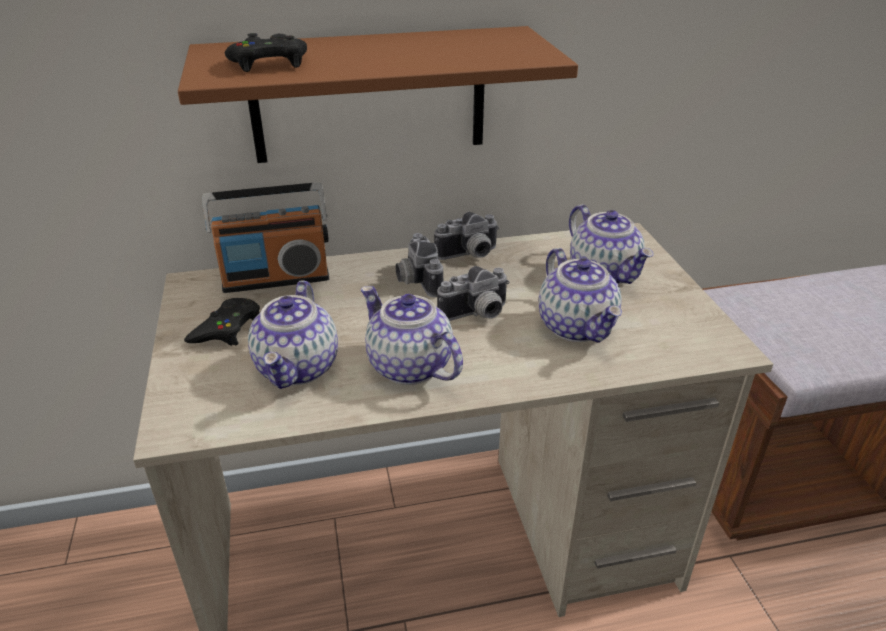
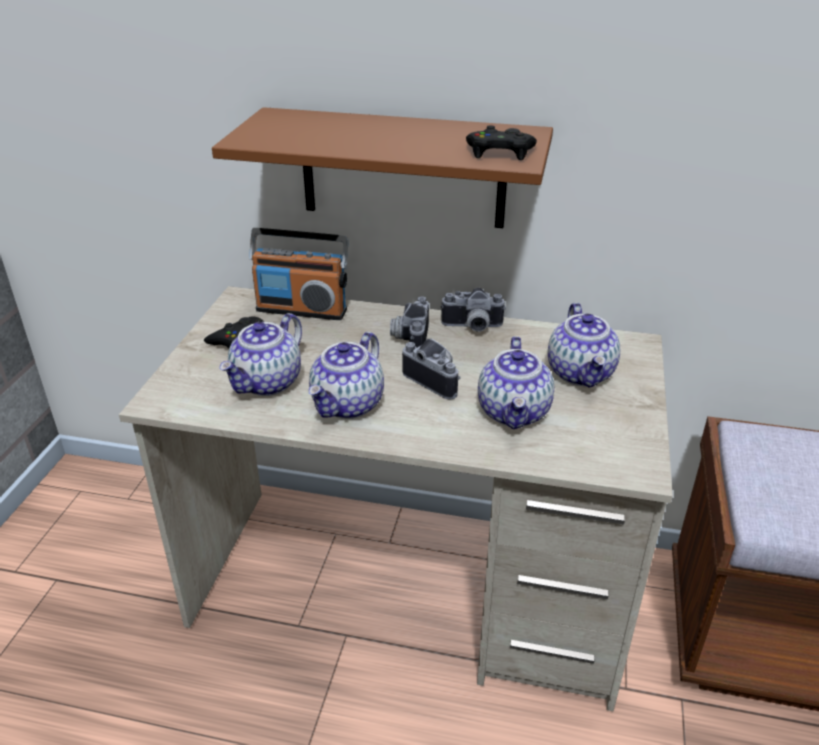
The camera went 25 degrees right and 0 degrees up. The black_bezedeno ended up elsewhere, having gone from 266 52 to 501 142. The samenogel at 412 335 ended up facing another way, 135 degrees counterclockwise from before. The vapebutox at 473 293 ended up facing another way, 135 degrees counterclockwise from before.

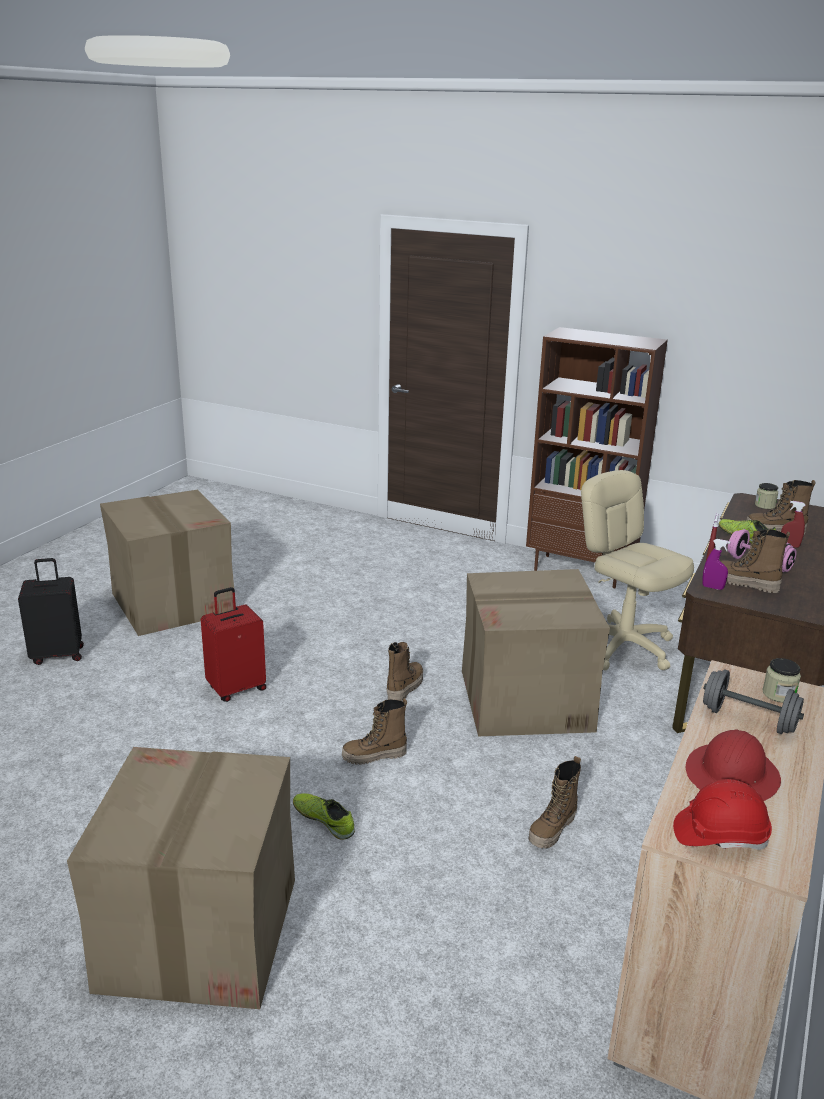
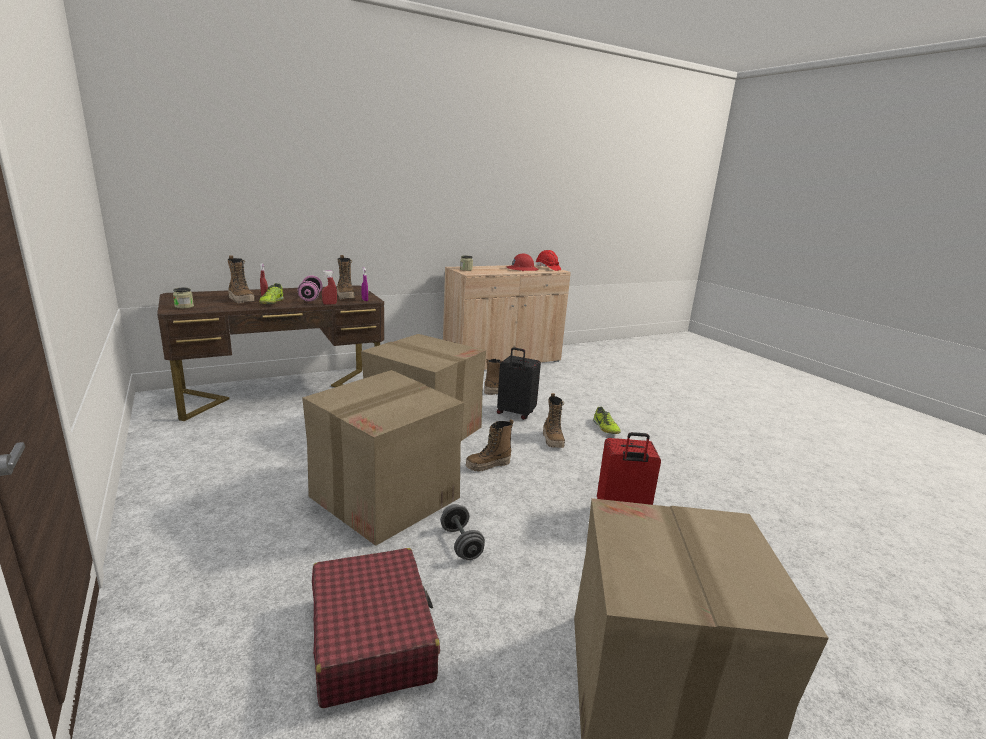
The camera went 145 degrees left and 5 degrees down. The second view lost the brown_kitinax at 597 457. The second view lost the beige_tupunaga at 637 570. The second view gained the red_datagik at 376 628. The black_datagik ended up elsewhere, having gone from 51 611 to 519 383. The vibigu ended up elsewhere, having gone from 181 878 to 383 458. The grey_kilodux ended up elsewhere, having gone from 753 701 to 463 532. The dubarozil at 374 731 ended up facing another way, 60 degrees clockwise from before.

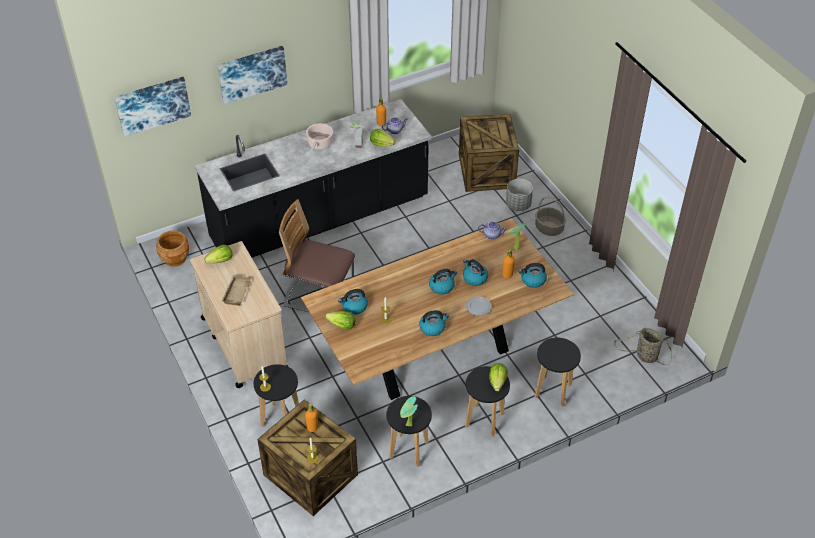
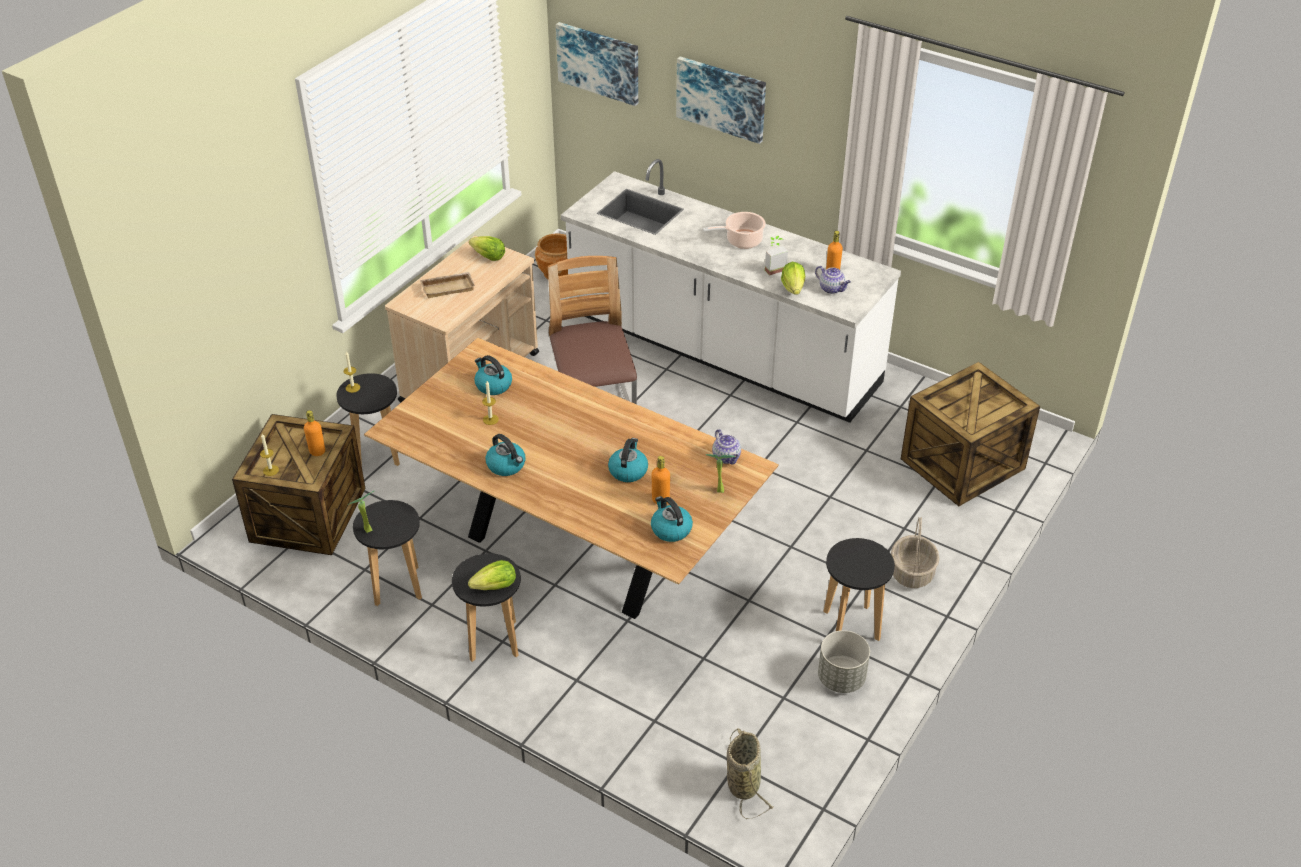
The camera went 60 degrees right and 5 degrees down. The second view lost the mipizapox at 340 320. The second view lost the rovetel at 443 281. The second view lost the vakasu at 478 306. The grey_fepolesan ended up elsewhere, having gone from 519 195 to 844 661. The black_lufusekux ended up elsewhere, having gone from 558 372 to 859 589. What was the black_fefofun at 313 178 turned into the white_fefofun at 731 291.

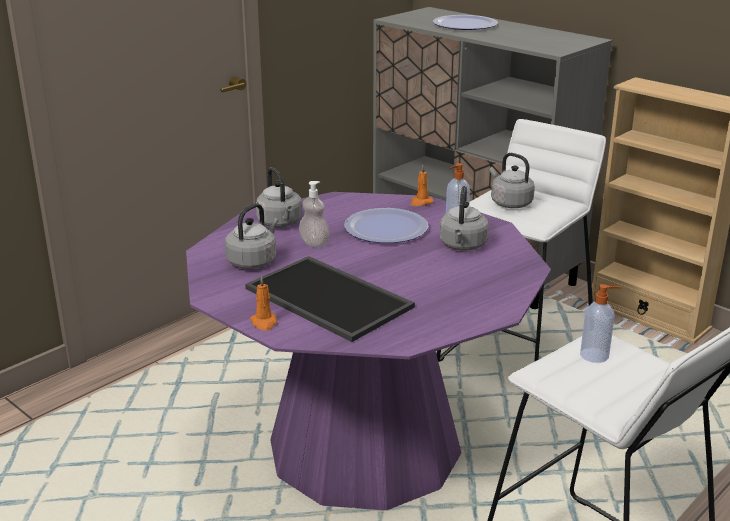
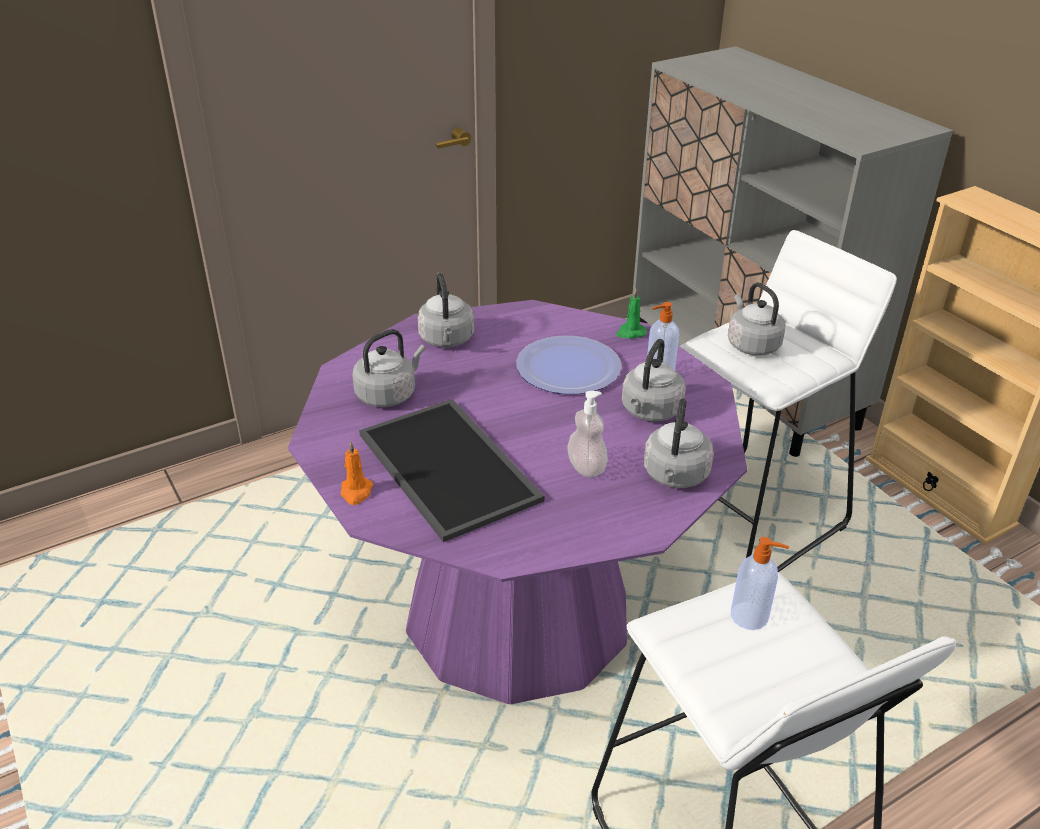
The camera went 15 degrees right and 10 degrees up. The second view lost the vakasu at 465 22. The second view gained the grey_rovetel at 679 443. The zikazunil ended up elsewhere, having gone from 314 214 to 587 434. What was the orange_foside at 421 185 turned into the green_foside at 631 313.

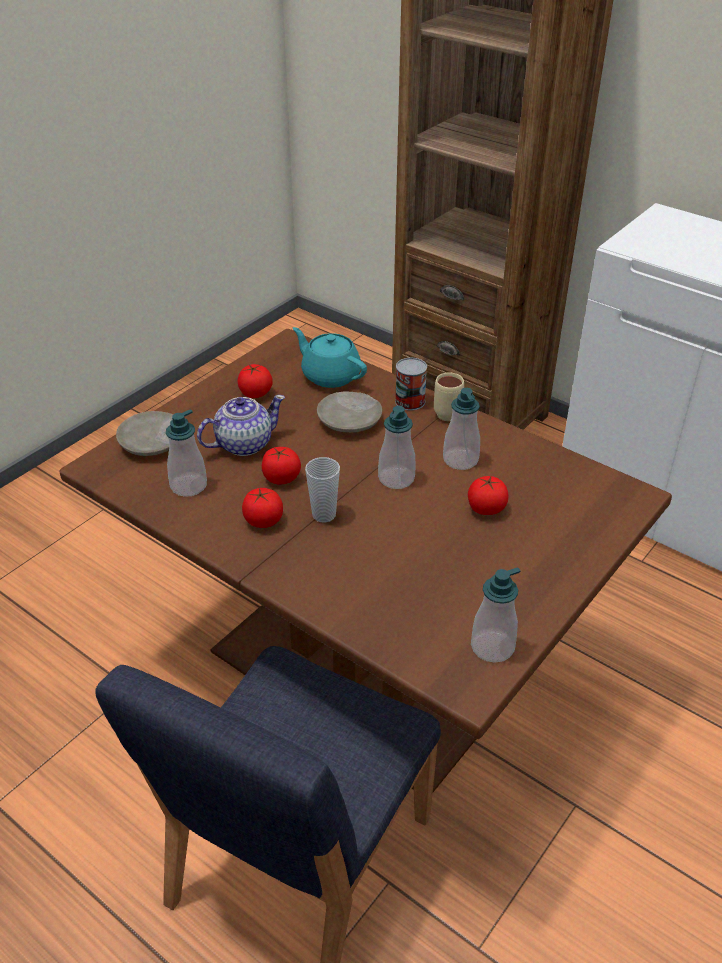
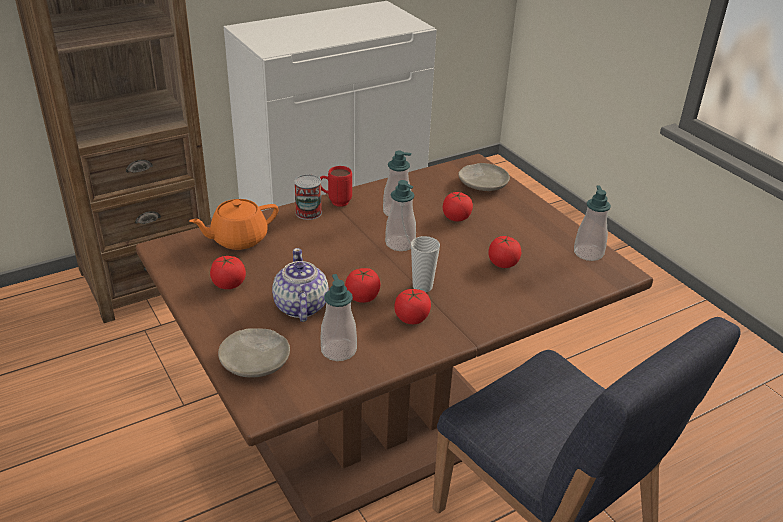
The camera went 70 degrees left and 5 degrees down. The second view gained the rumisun at 504 252. The beige_vakasu ended up elsewhere, having gone from 349 412 to 484 177. What was the turquoise_samenogel at 329 357 turned into the orange_samenogel at 233 224. What was the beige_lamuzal at 449 397 turned into the red_lamuzal at 336 186.

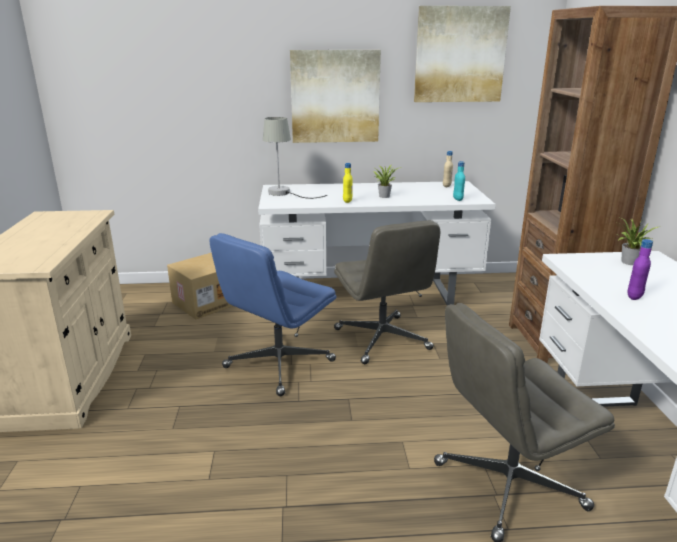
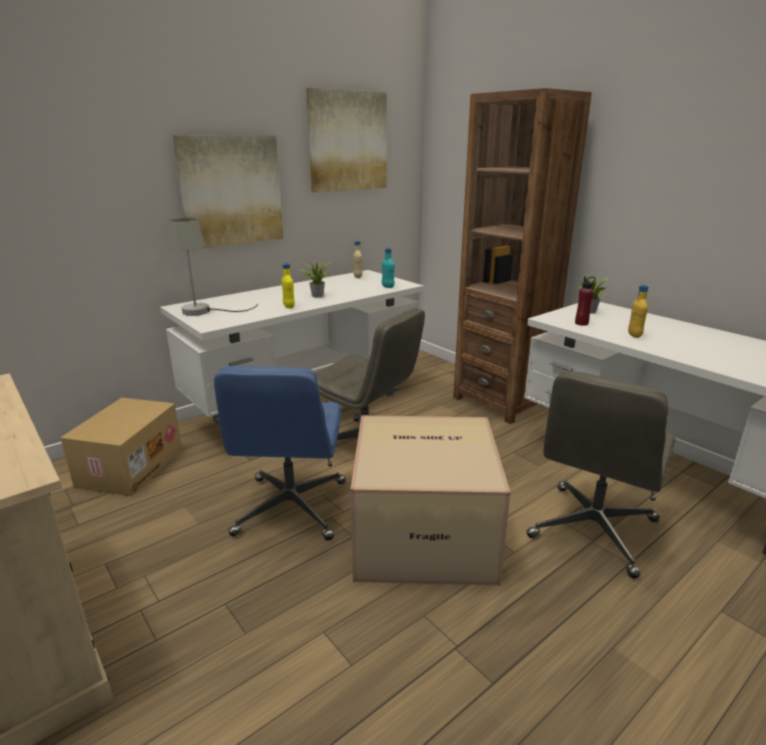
The camera went 35 degrees left and 0 degrees up. The second view gained the vibigu at 430 500. The second view gained the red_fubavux at 585 301. What was the purple_fubavux at 640 269 turned into the yellow_fubavux at 638 311.

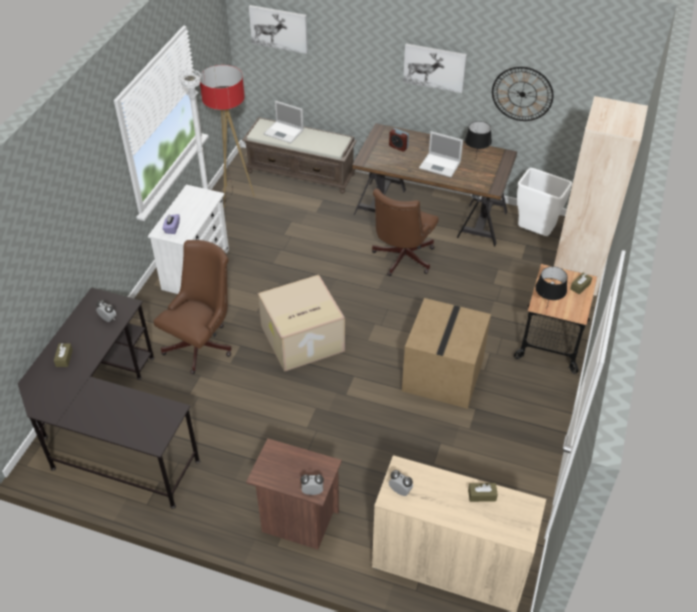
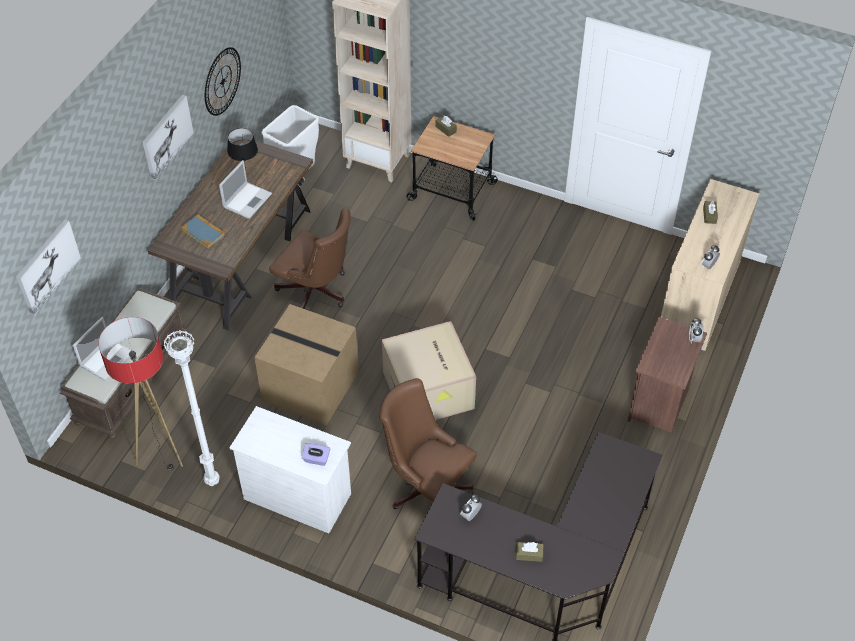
The camera went 85 degrees left and 5 degrees up. The second view lost the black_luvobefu at 551 287. The vibigu ended up elsewhere, having gone from 446 353 to 306 365. Where the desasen stood at 399 140, the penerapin came to stand at 203 231.

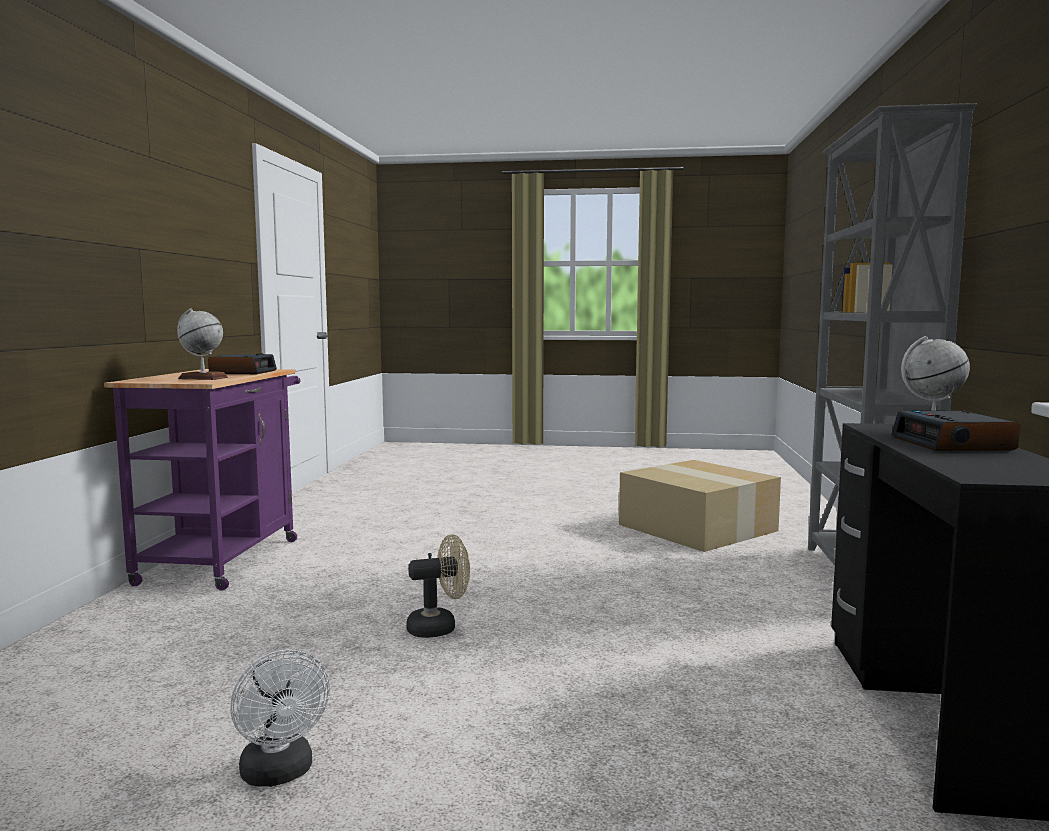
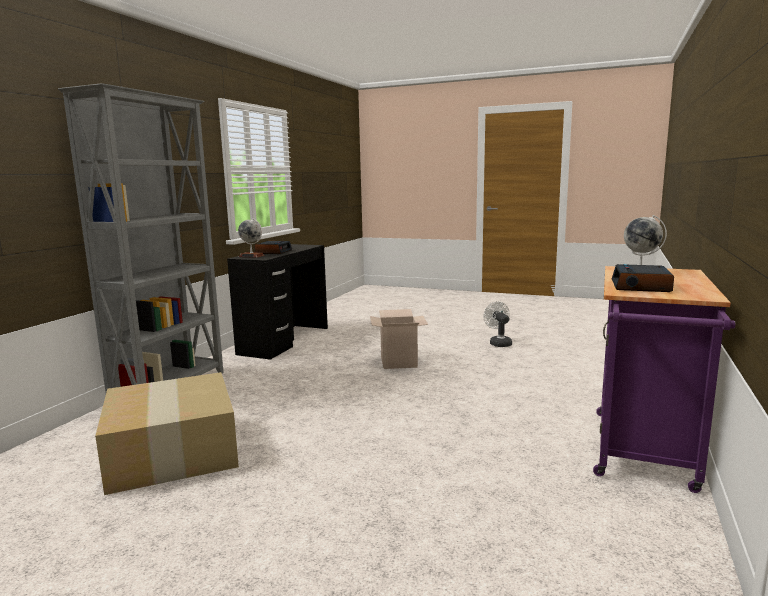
The camera went 165 degrees left and 5 degrees up. The second view lost the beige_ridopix at 438 586. The second view gained the vibigu at 399 339.

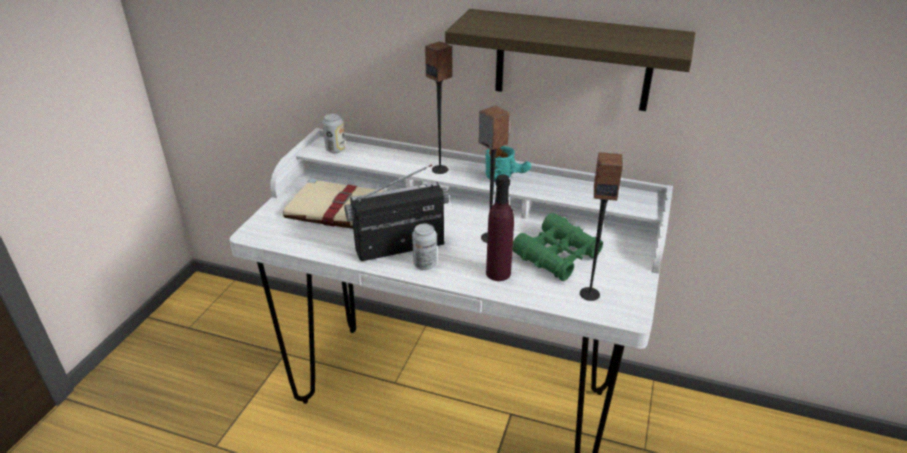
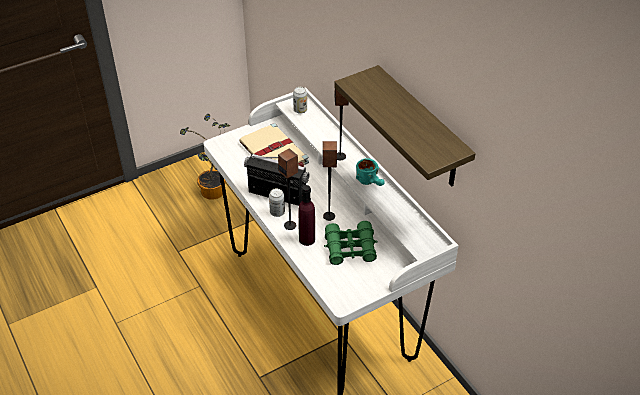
The camera went 40 degrees right and 10 degrees up. The second view gained the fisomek at 205 157. The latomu ended up elsewhere, having gone from 601 226 to 288 189.

